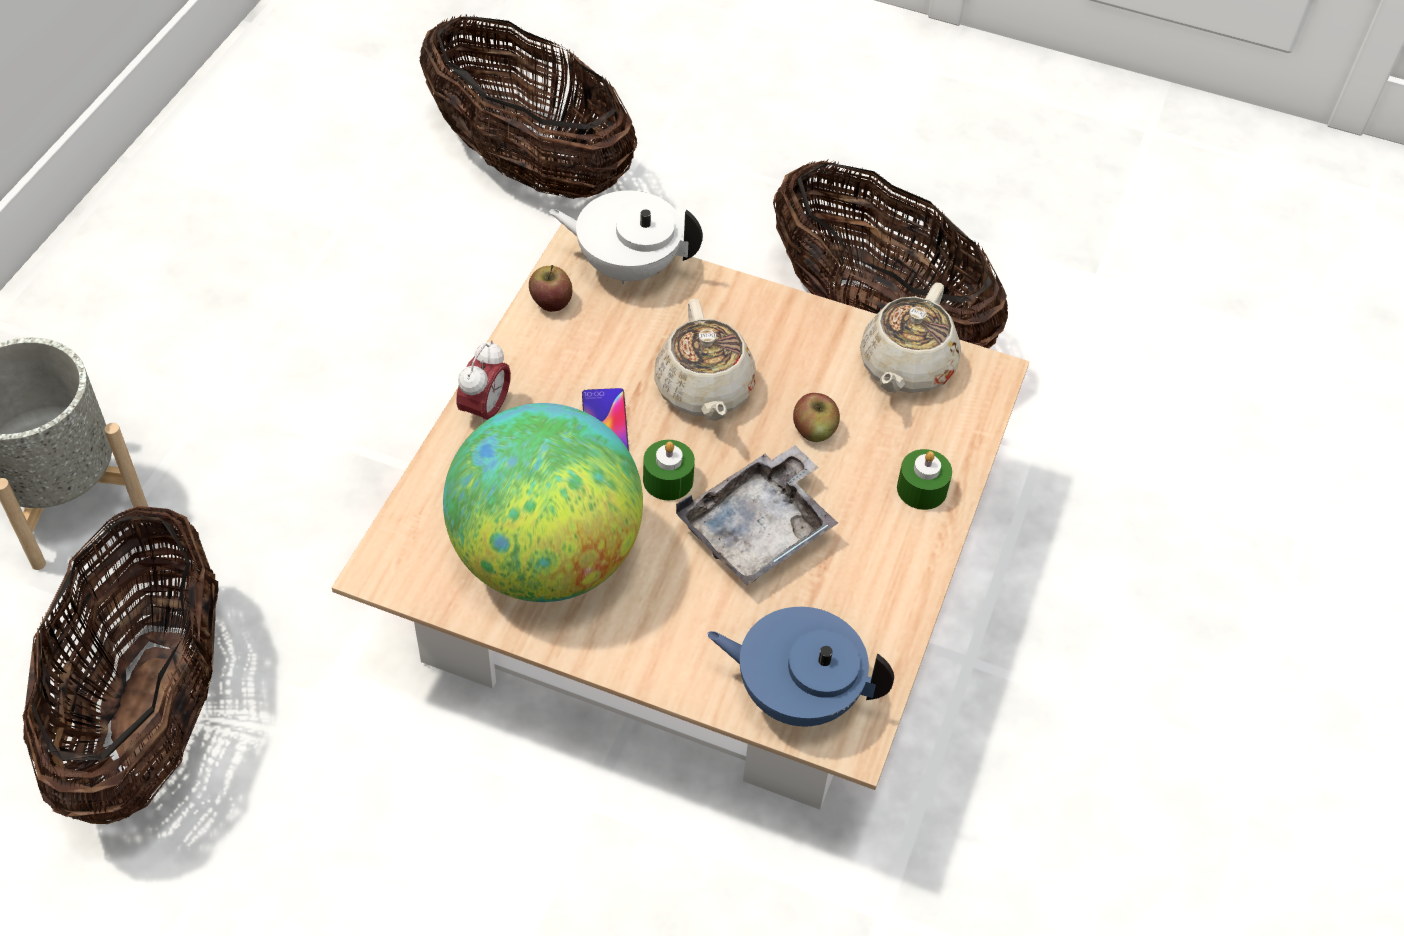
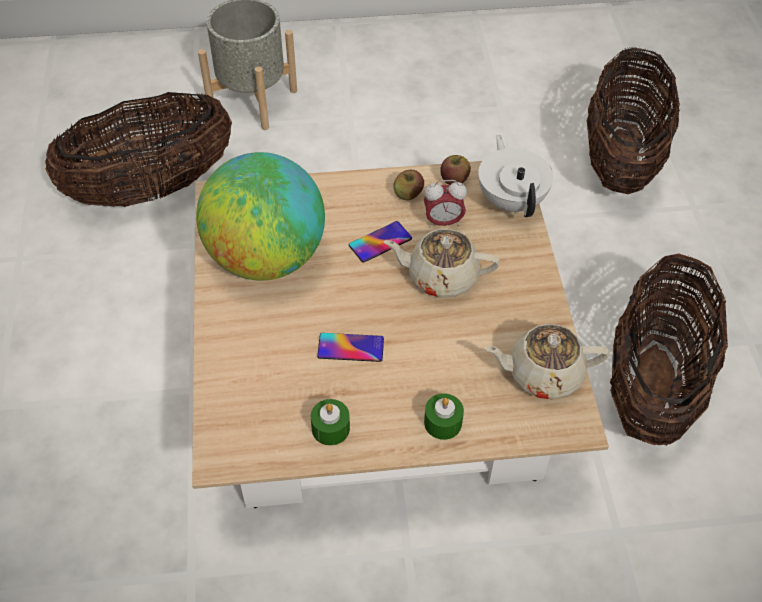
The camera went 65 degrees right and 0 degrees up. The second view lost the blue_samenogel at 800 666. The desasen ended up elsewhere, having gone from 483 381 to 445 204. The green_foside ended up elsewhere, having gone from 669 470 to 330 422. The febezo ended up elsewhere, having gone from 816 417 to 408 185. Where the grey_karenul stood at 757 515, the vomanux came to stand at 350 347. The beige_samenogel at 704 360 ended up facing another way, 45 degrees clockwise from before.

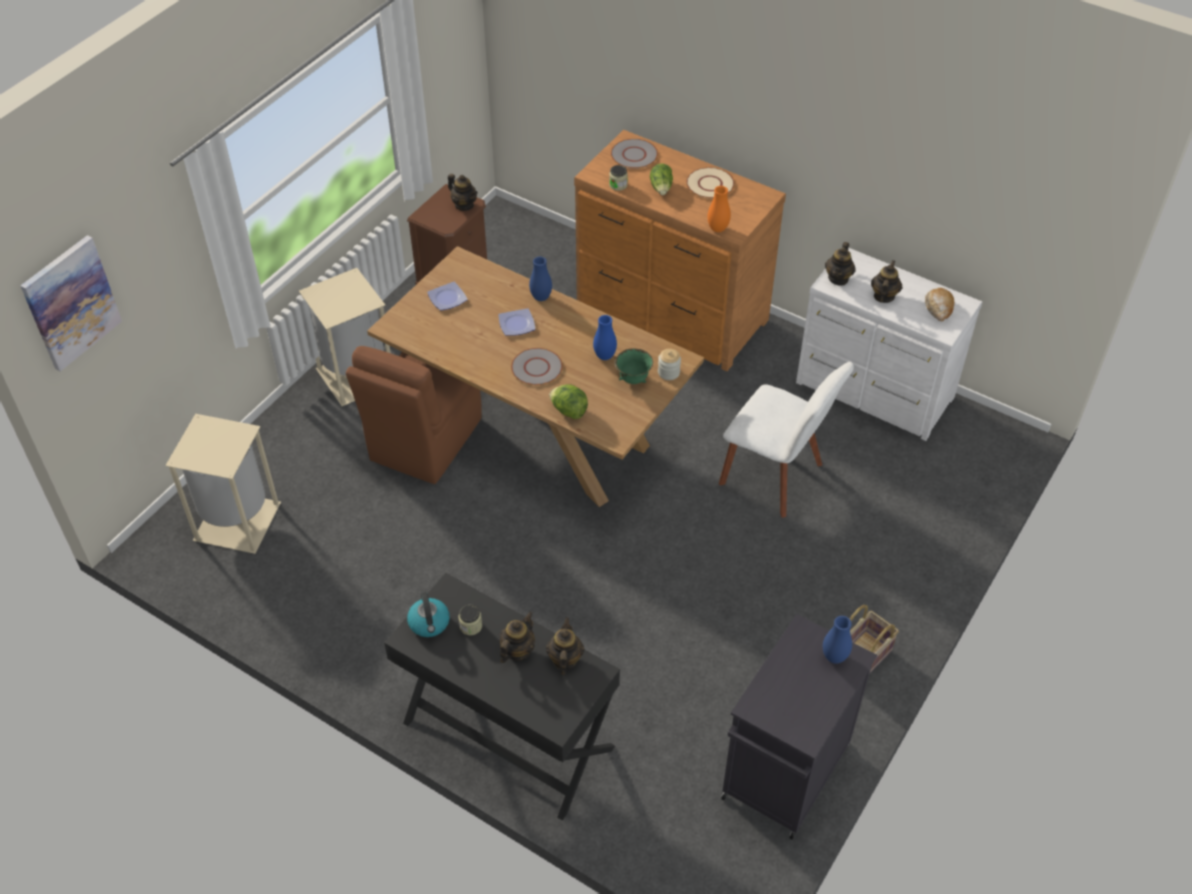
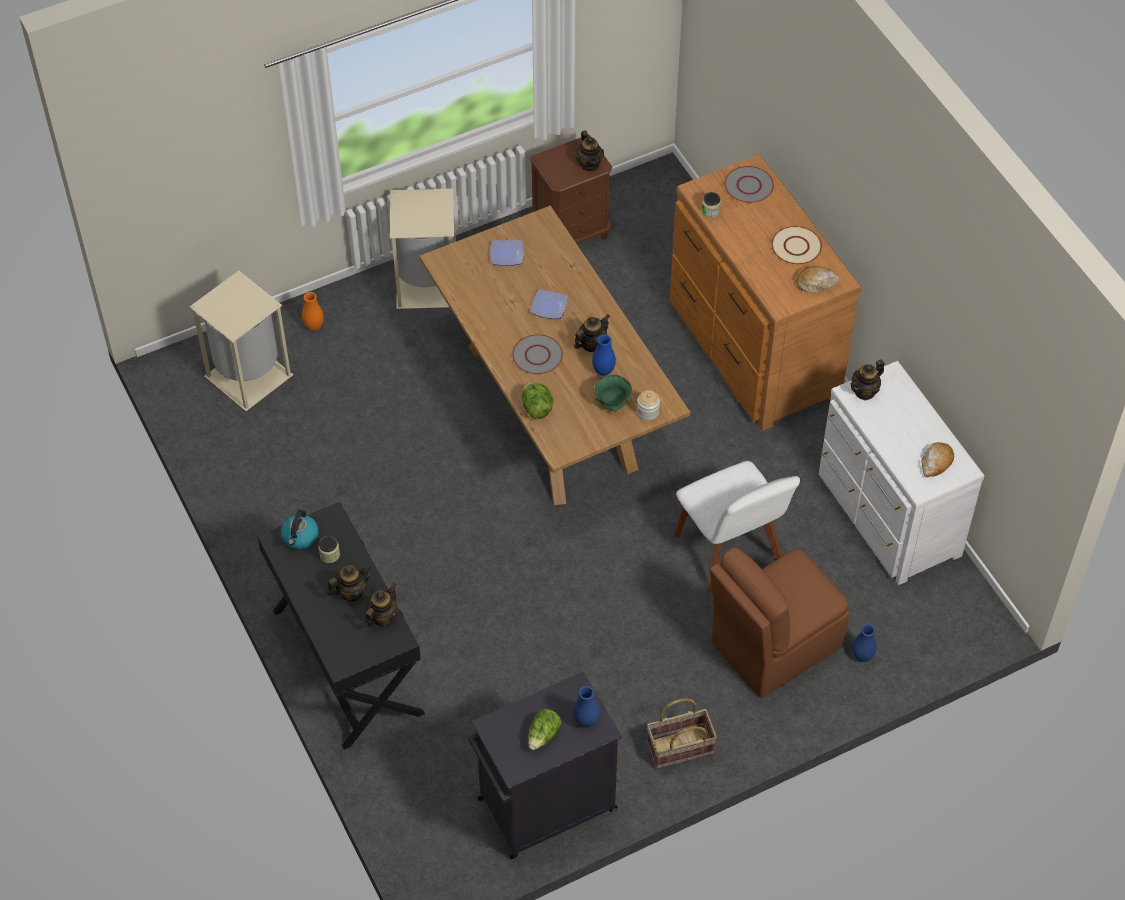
The camera went 30 degrees right and 5 degrees up. The second view lost the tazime at 71 303. The second view gained the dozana at 818 279. The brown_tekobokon ended up elsewhere, having gone from 414 415 to 780 623. The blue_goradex ended up elsewhere, having gone from 540 279 to 864 643. The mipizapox ended up elsewhere, having gone from 661 179 to 544 729. The orange_goradex ended up elsewhere, having gone from 719 209 to 313 311. The samenogel ended up elsewhere, having gone from 886 281 to 592 333.

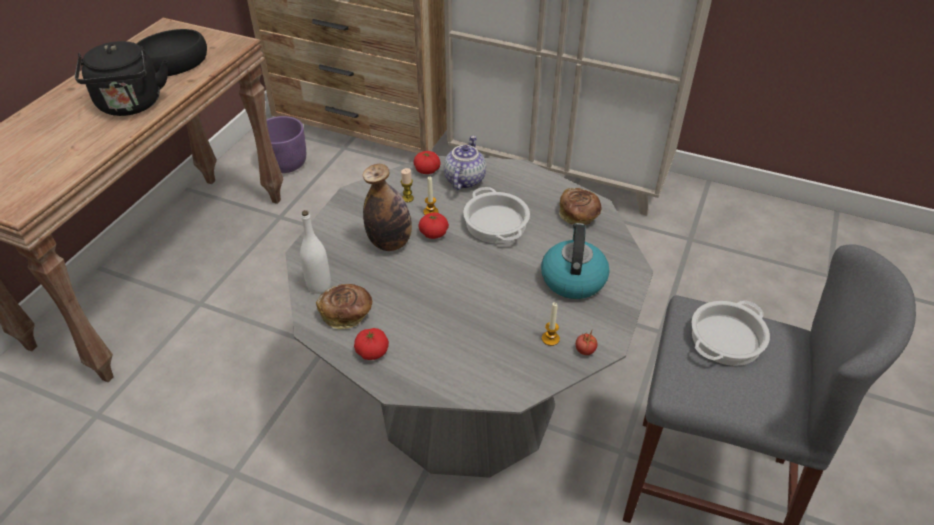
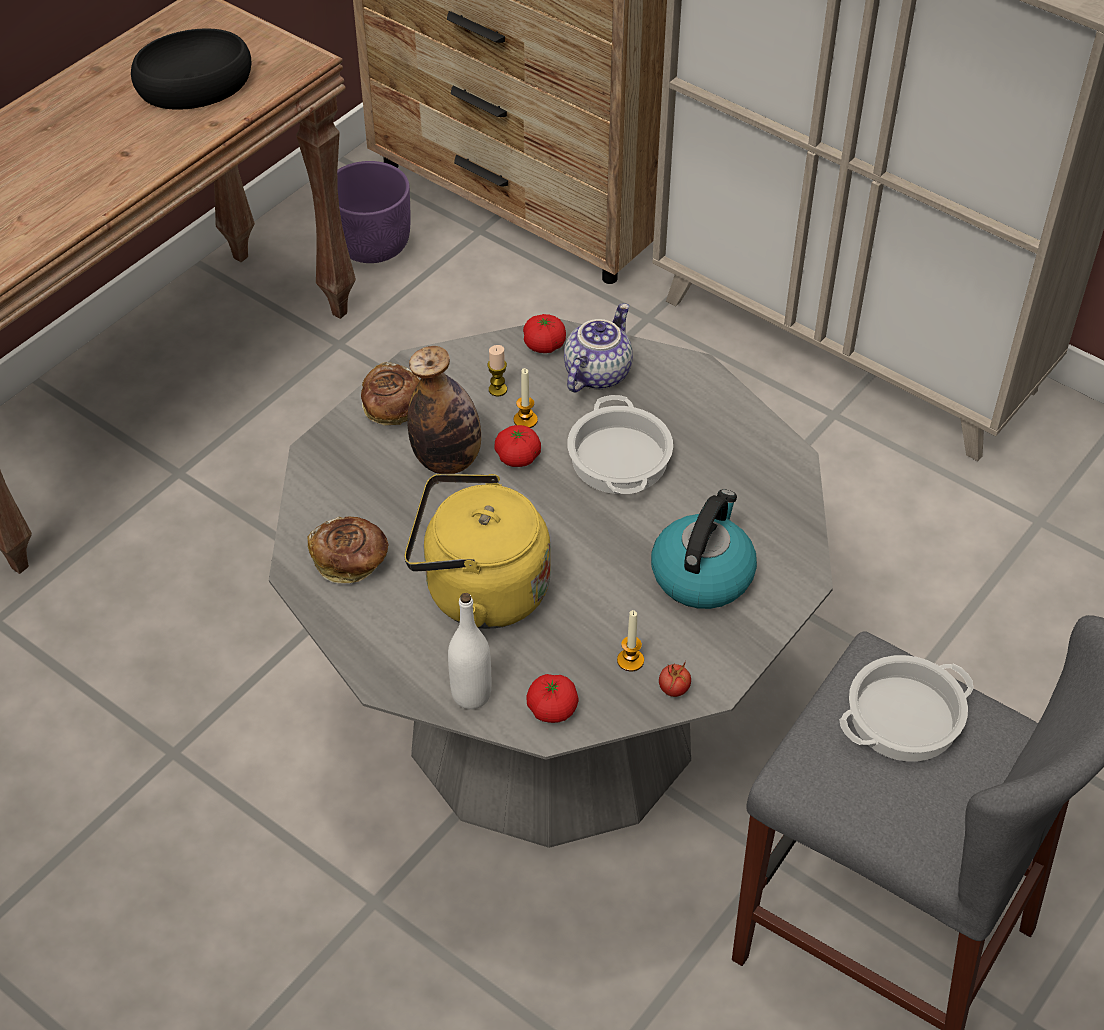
The camera went 15 degrees right and 5 degrees up. The second view lost the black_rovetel at 121 78. The second view gained the yellow_rovetel at 477 551. The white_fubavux ended up elsewhere, having gone from 315 252 to 469 651. The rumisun ended up elsewhere, having gone from 371 344 to 552 698. The dozana ended up elsewhere, having gone from 580 206 to 390 393.

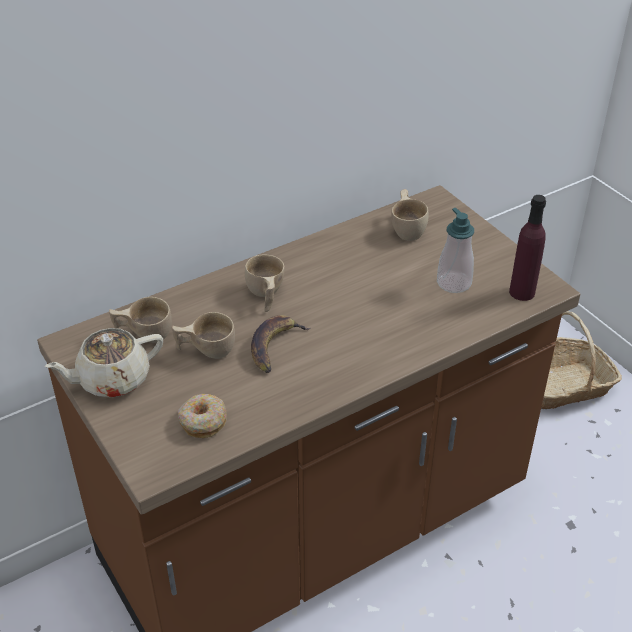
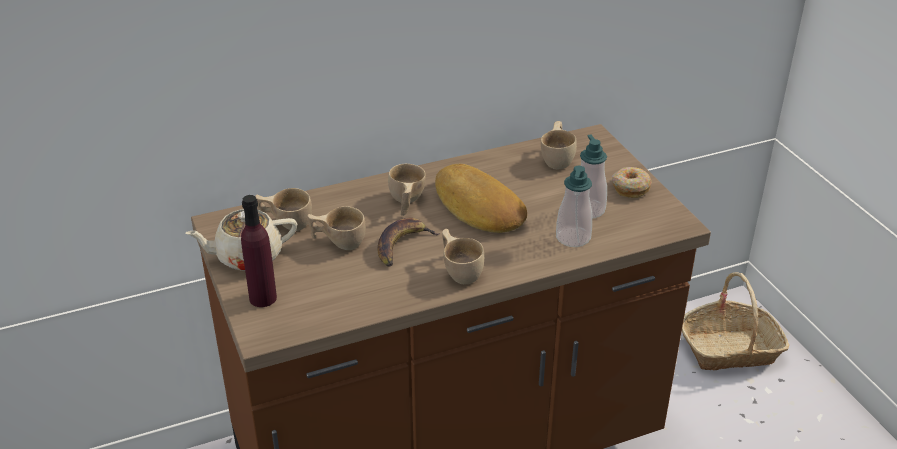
The camera went 10 degrees right and 5 degrees down. The second view gained the dozana at 481 198. The second view gained the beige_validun at 463 256. The second view gained the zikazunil at 574 206. The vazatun ended up elsewhere, having gone from 202 416 to 632 182. The purple_fubavux ended up elsewhere, having gone from 527 248 to 259 251.

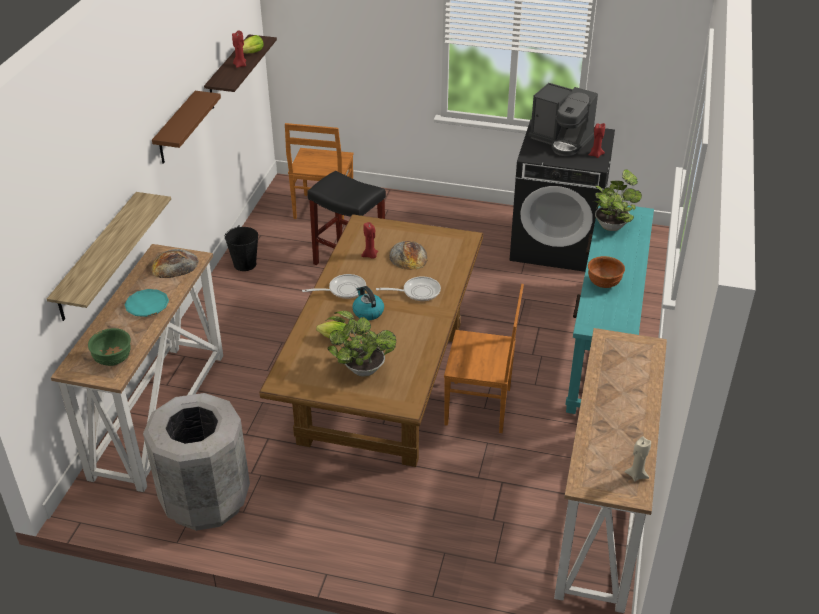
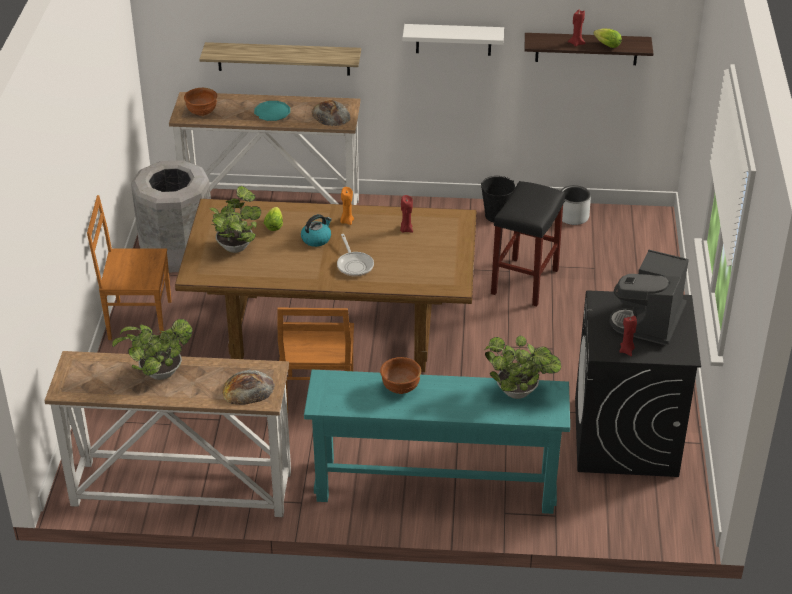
The camera went 80 degrees right and 0 degrees up. The second view lost the beige_foside at 637 459. The second view gained the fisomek at 152 349. The second view gained the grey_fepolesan at 576 205. The brown_tekobokon ended up elsewhere, having gone from 319 171 to 129 267. The dozana ended up elsewhere, having gone from 408 255 to 248 387. Where the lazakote stood at 334 286, the orange_foside came to stand at 347 206. What was the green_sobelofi at 109 347 turned into the brown_sobelofi at 200 102. What was the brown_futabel at 186 127 turned into the white_futabel at 453 40.

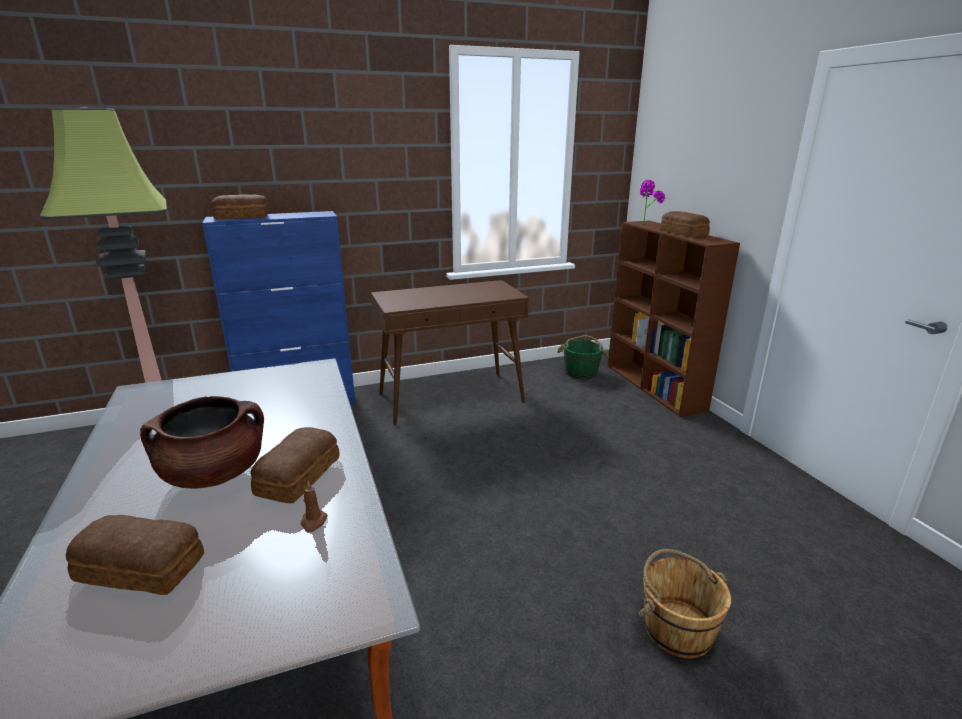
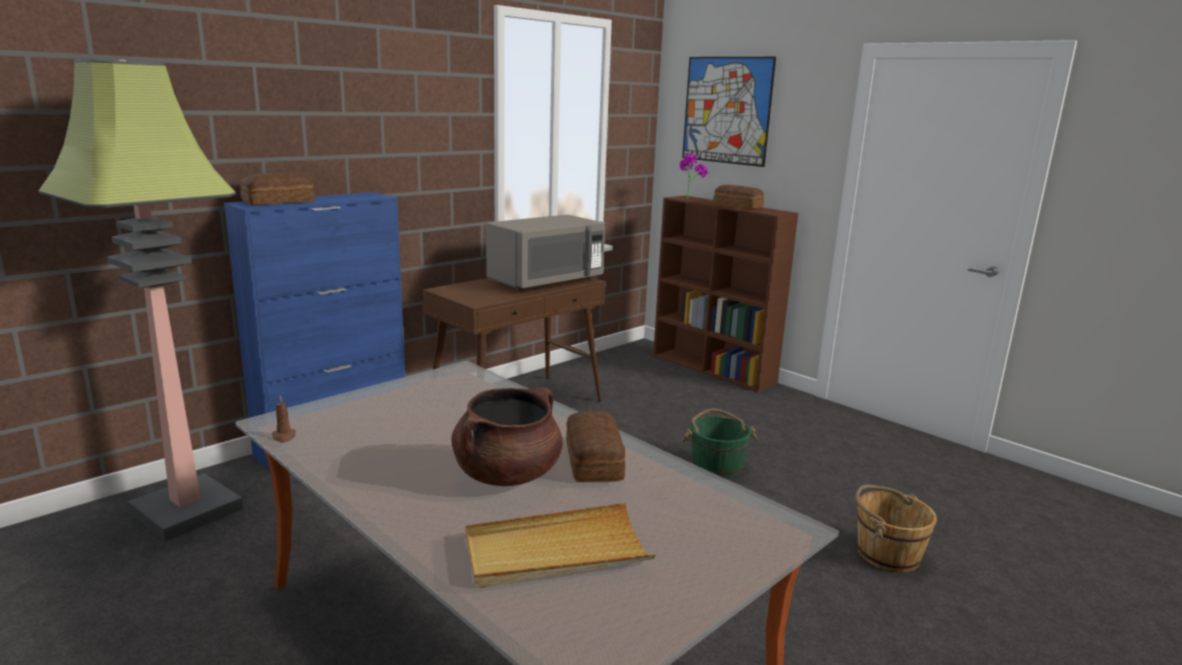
The camera went 25 degrees left and 5 degrees down. The second view gained the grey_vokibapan at 545 253. The second view gained the tazime at 729 112. The brown_foside ended up elsewhere, having gone from 314 506 to 284 419. The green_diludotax ended up elsewhere, having gone from 583 357 to 720 443. Where the dozana stood at 135 555, the beige_karenul came to stand at 560 545.

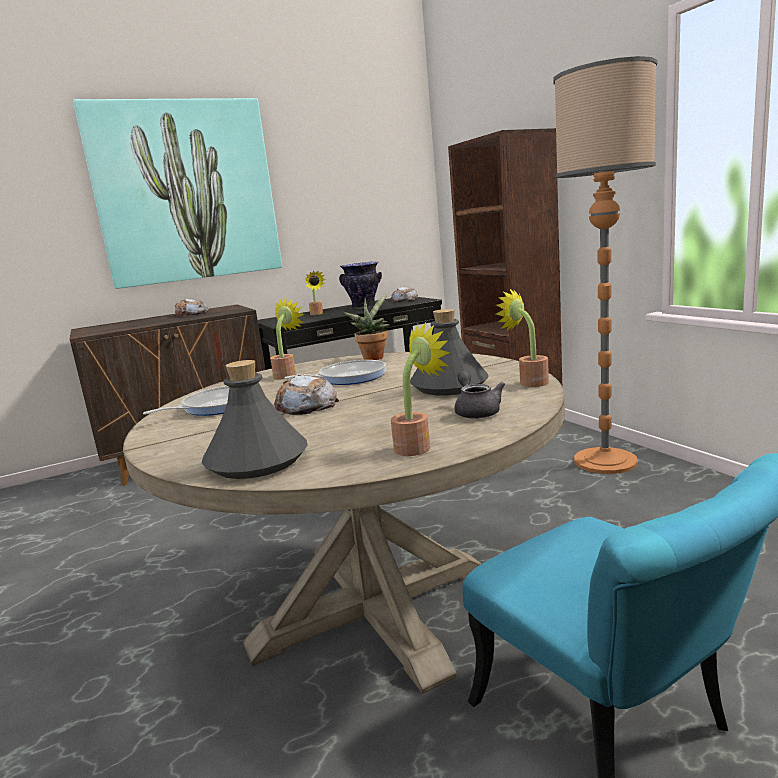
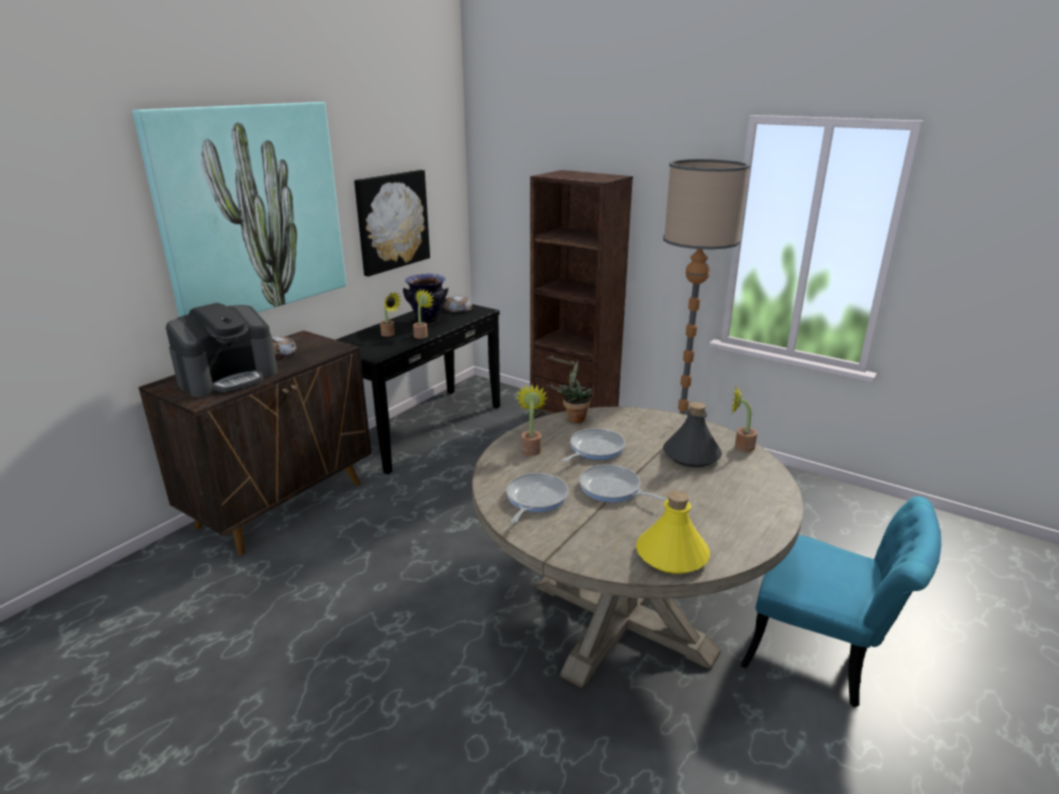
The camera went 30 degrees left and 10 degrees up. The second view lost the grey_samenogel at 479 395. The second view gained the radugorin at 222 350. The second view gained the tazime at 392 223. The fisomek ended up elsewhere, having gone from 420 389 to 423 314. Where the dozana stood at 306 395, the lazakote came to stand at 622 483. What was the grey_fubavux at 255 419 turned into the yellow_fubavux at 673 532.

